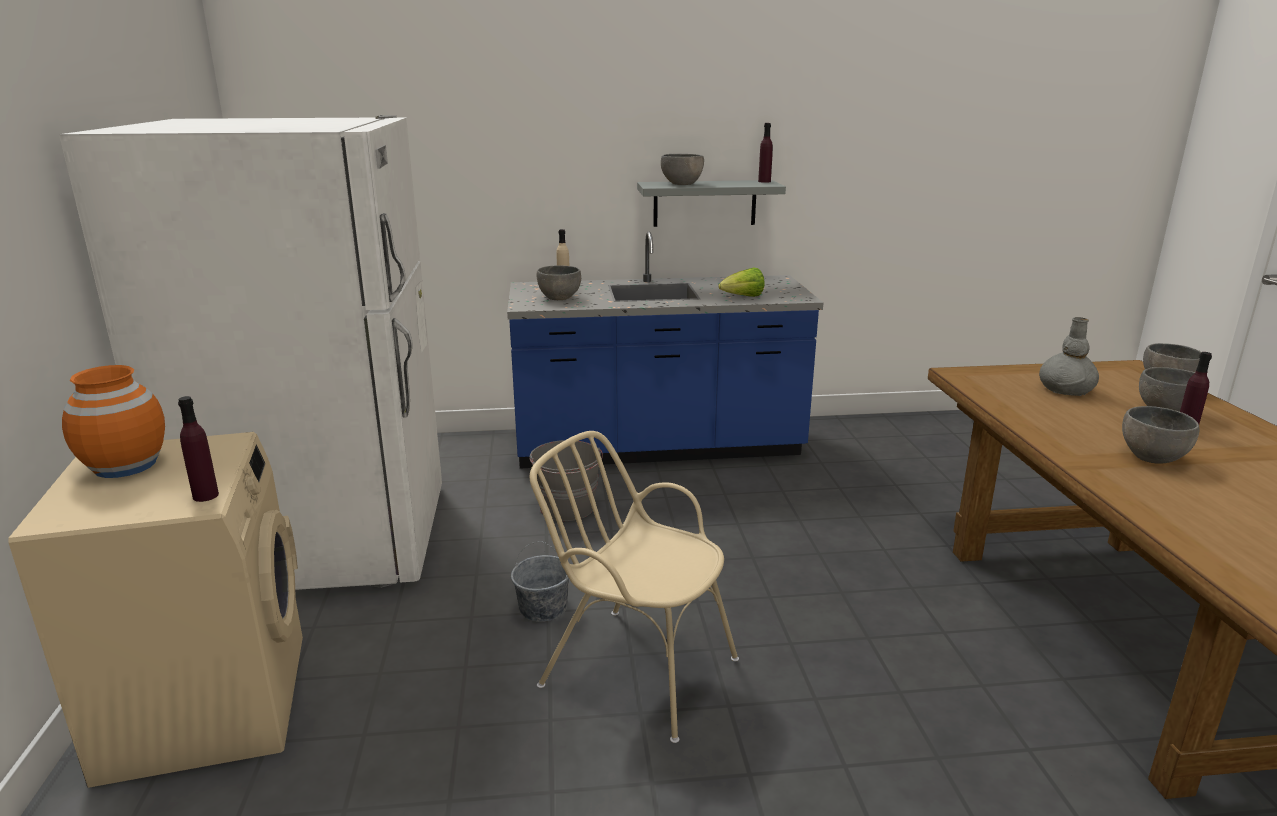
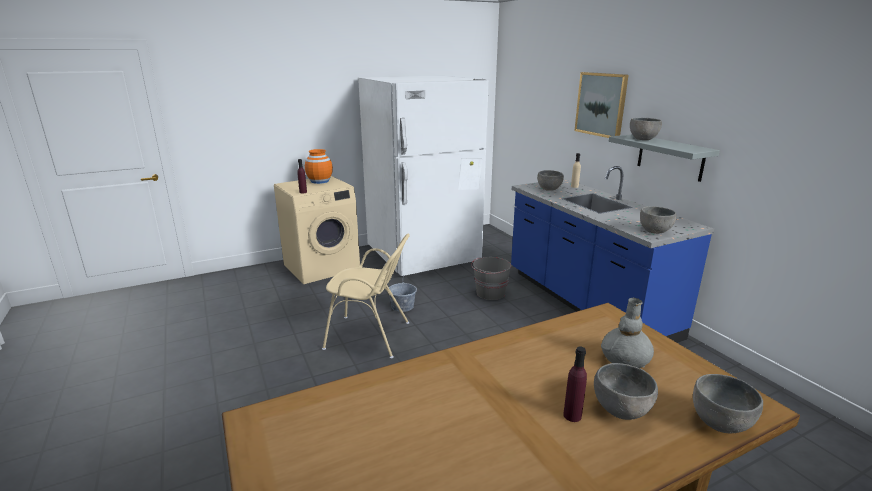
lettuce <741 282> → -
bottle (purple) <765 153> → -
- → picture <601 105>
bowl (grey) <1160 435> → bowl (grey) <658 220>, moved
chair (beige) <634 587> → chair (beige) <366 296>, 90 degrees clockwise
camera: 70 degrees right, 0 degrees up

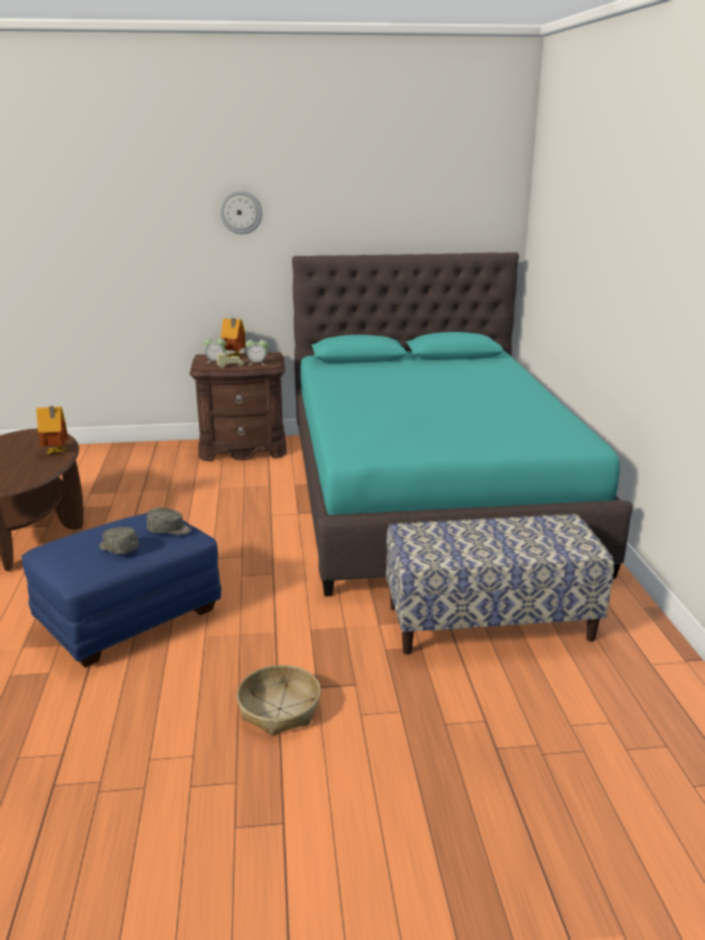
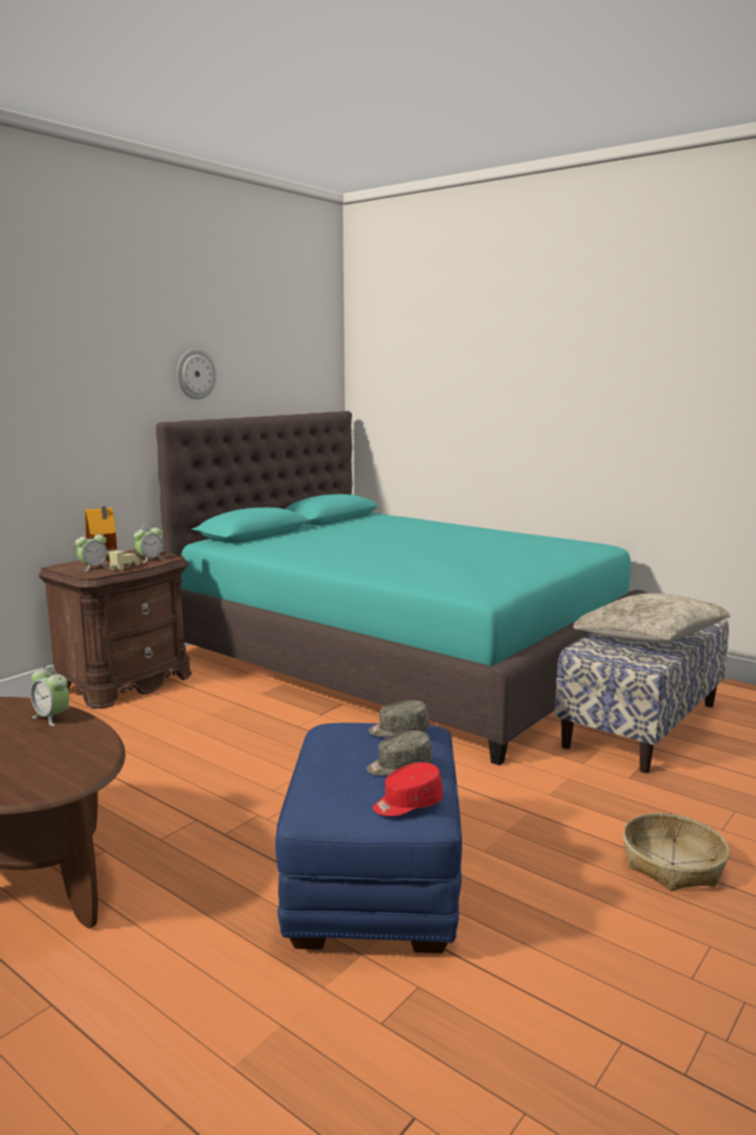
- → cap (red) <408 789>
- → pillow (beige) <652 618>
wall clock <241 212> → wall clock <196 374>, moved
toy house <52 430> → alarm clock <50 695>
cap (grey) <169 521> → cap (grey) <398 718>, 135 degrees counterclockwise
camera: 45 degrees left, 10 degrees down

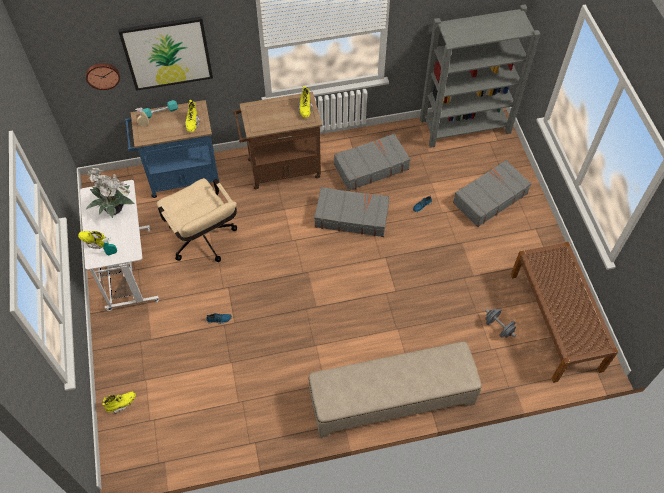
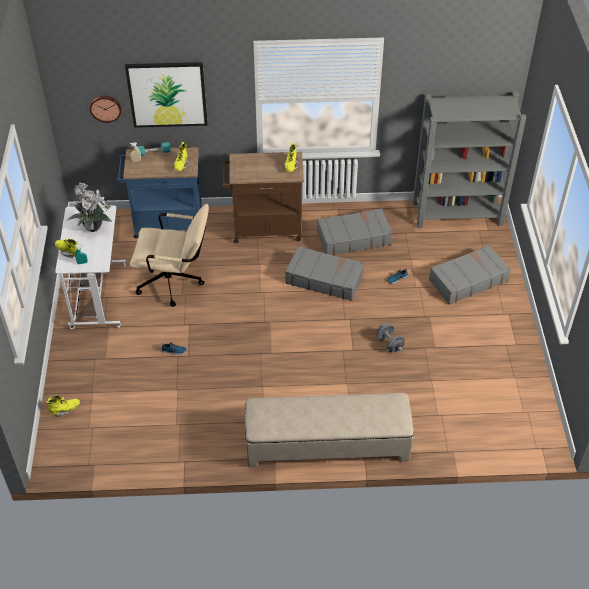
bench (brown) <564 312> → -
dumbbell (grey) <500 323> → dumbbell (grey) <391 338>, moved
office chair (beige) <197 220> → office chair (beige) <169 255>, 60 degrees counterclockwise
camera: 10 degrees right, 10 degrees down

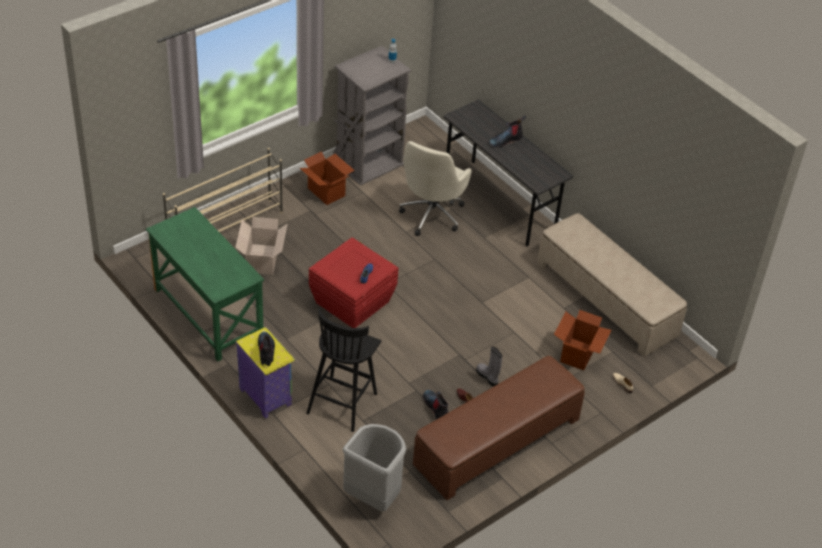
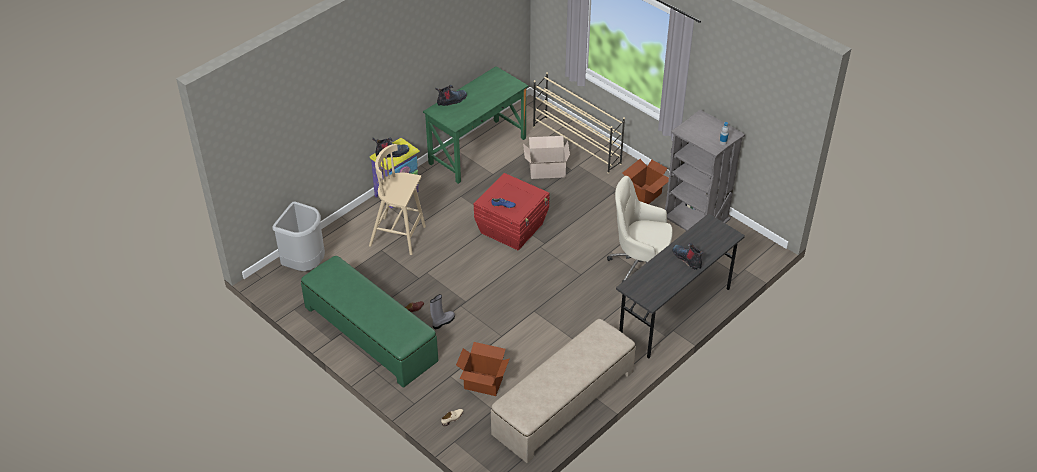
boot <435 405> → boot <451 95>, moved
stool (black) <343 370> → stool (beige) <397 199>
bench (brown) <499 428> → bench (green) <369 322>
camera: 85 degrees right, 0 degrees up

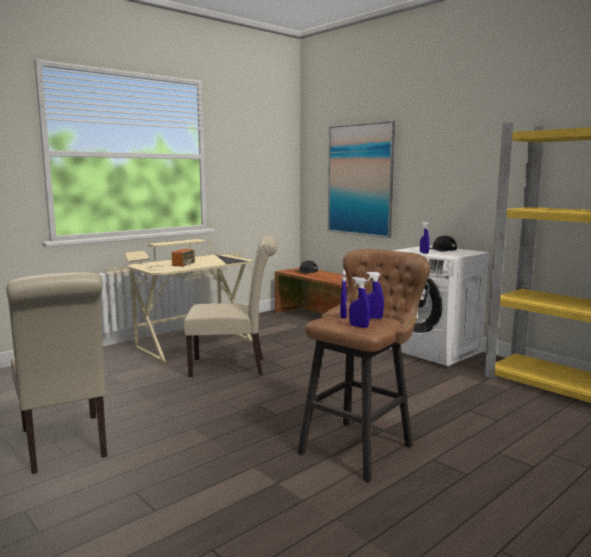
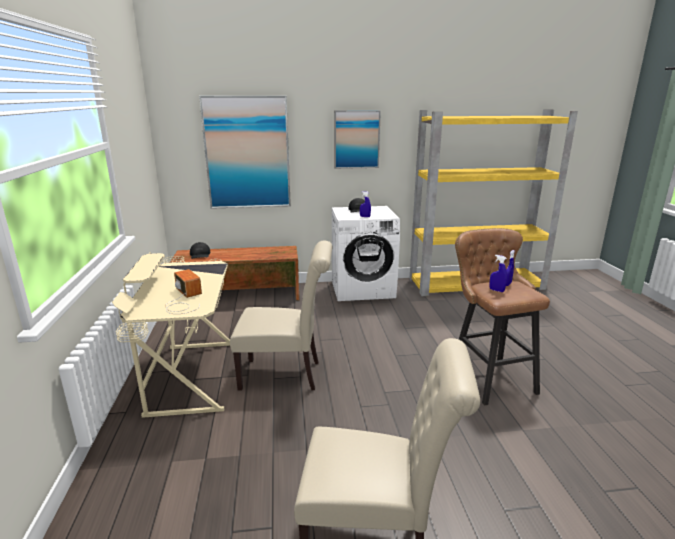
spray bottle (blue) <359 302> → -
- → picture <357 139>
chair (beige) <230 306> → chair (beige) <281 315>, 60 degrees clockwise
camera: 55 degrees left, 10 degrees up

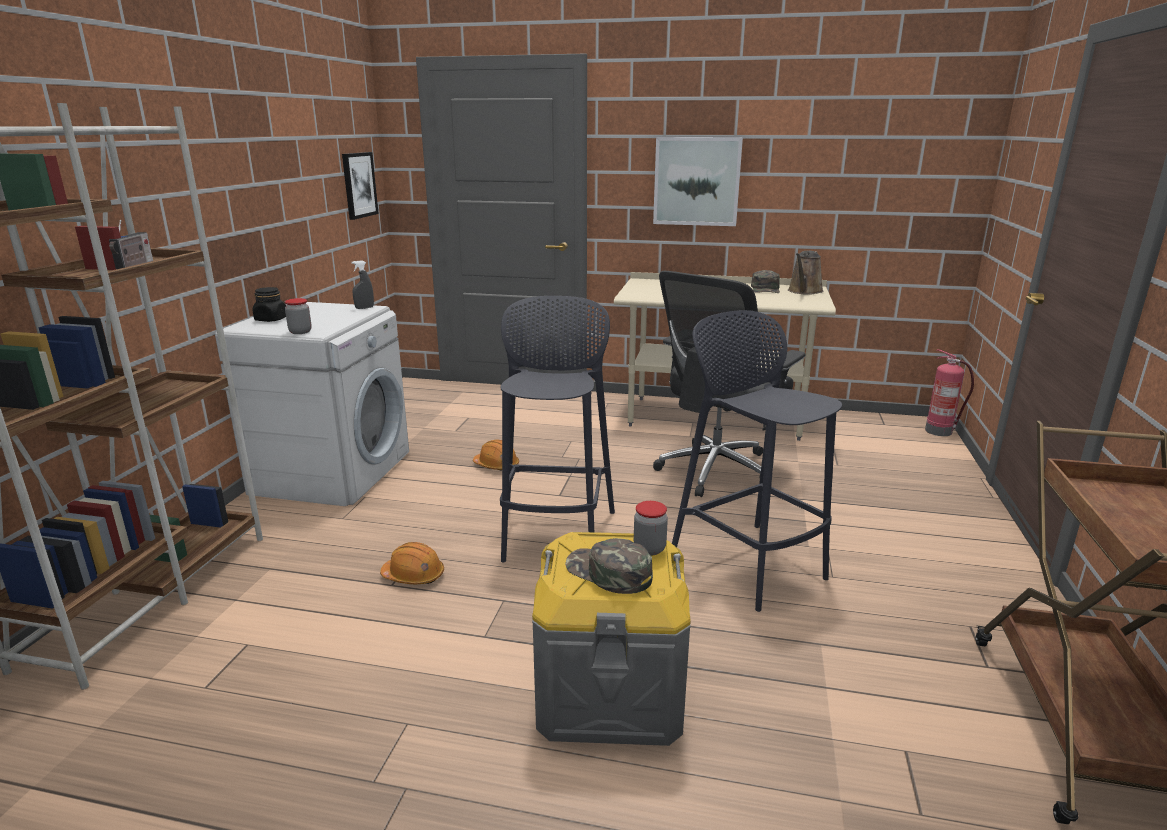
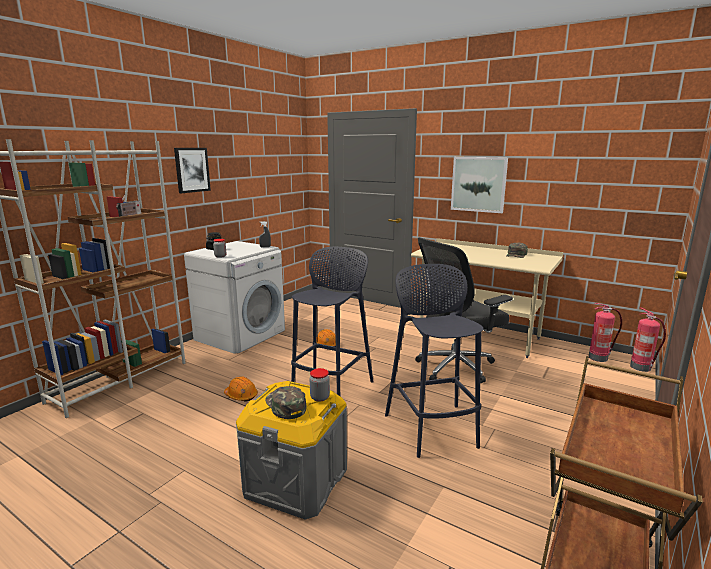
watering can (brown) <806 273> → -
- → fire extinguisher <605 332>
picture <360 186> → picture <192 170>, moved
camera: 20 degrees right, 5 degrees down

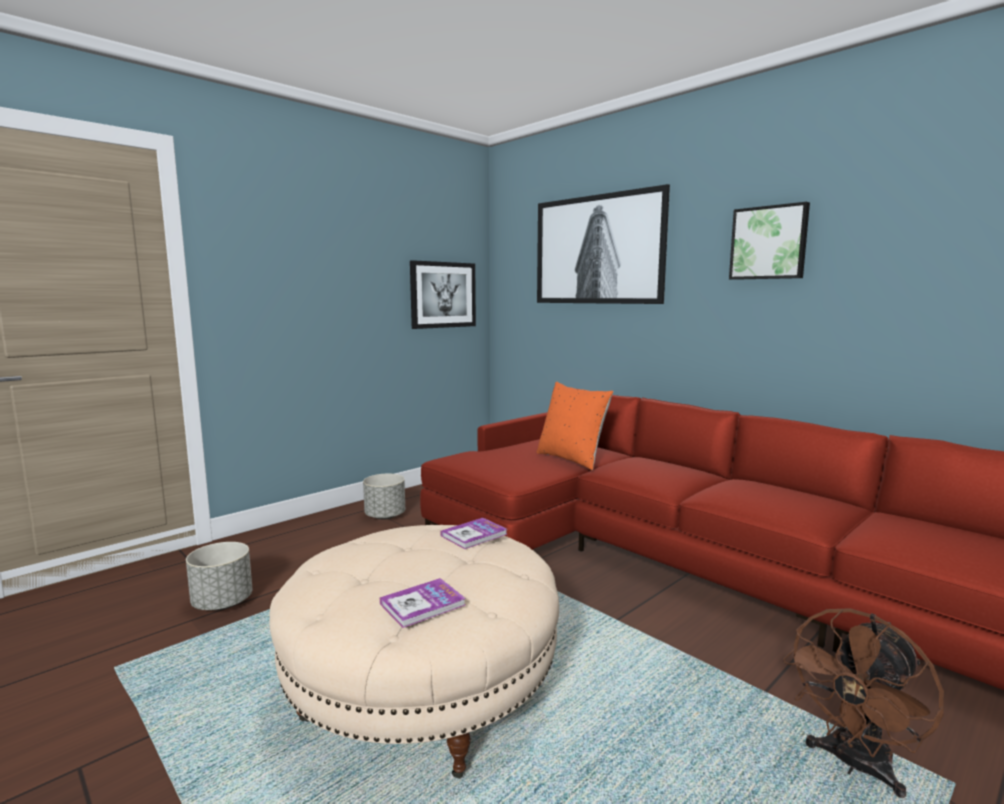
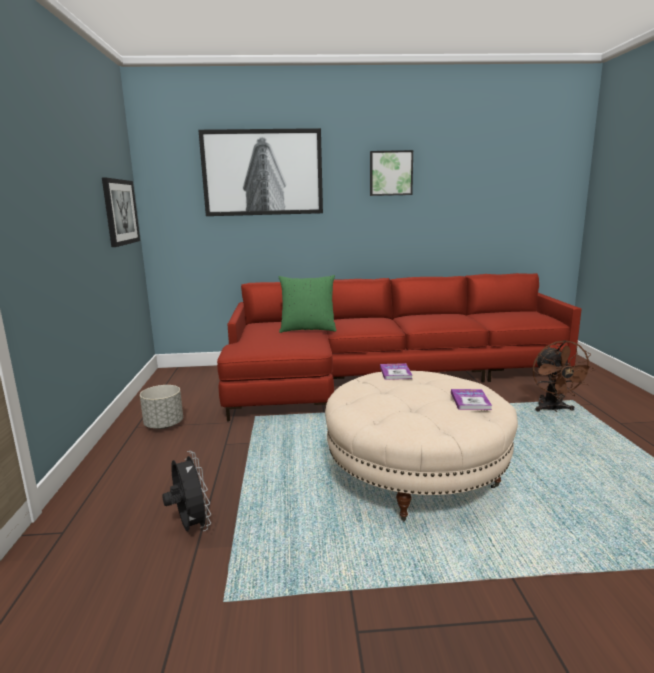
planter (grey) <219 576> → fan (black) <186 491>
pillow (orange) <574 426> → pillow (green) <308 304>
camera: 50 degrees left, 5 degrees up

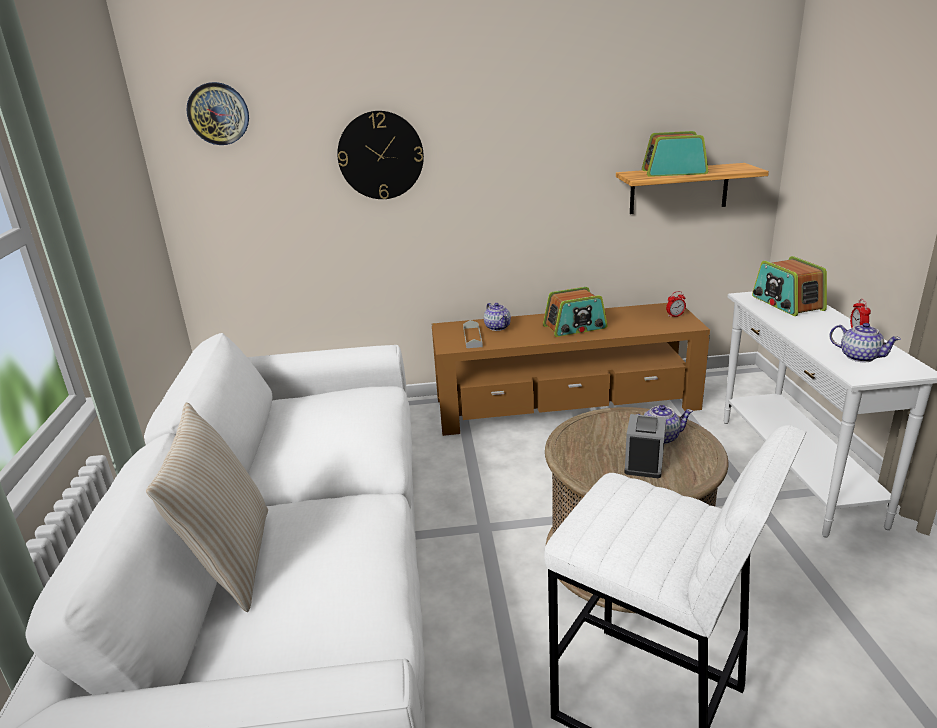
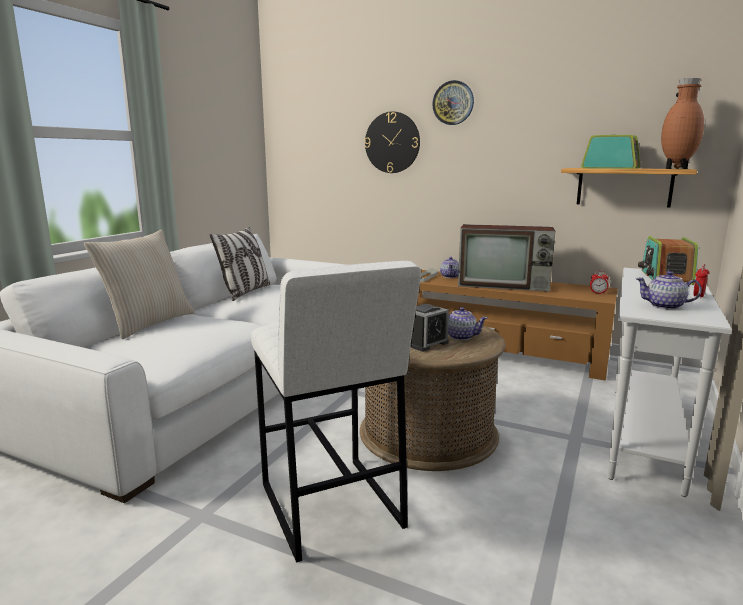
- → pillow <240 264>
- → vase (brown) <682 123>
wall clock <217 113> → wall clock <453 102>, moved
radio <575 312> → television <506 258>
teapot <865 342> → teapot <669 290>, 120 degrees clockwise
camera: 30 degrees right, 10 degrees down

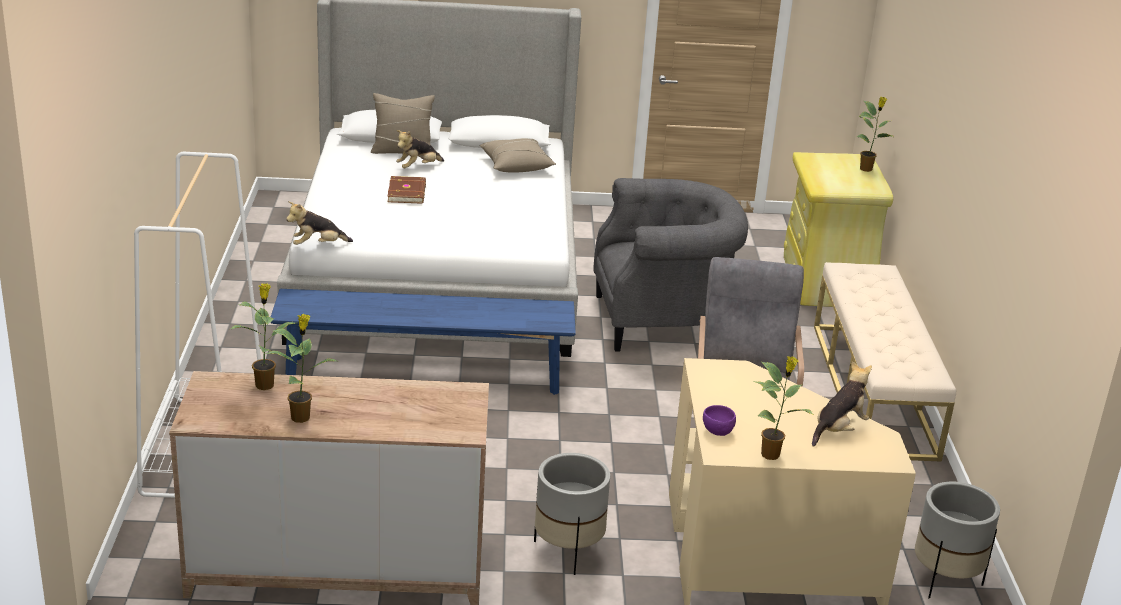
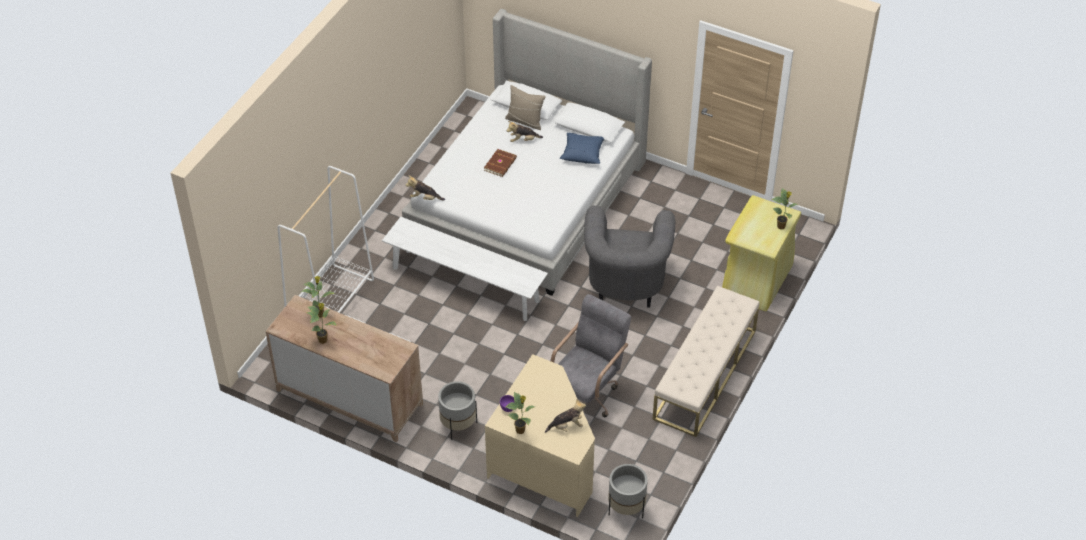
bench (blue) <423 342> → bench (white) <465 269>
pillow (beige) <517 155> → pillow (blue) <582 148>
armchair (grey) <670 265> → armchair (grey) <629 256>, 75 degrees clockwise
camera: 30 degrees right, 20 degrees up

